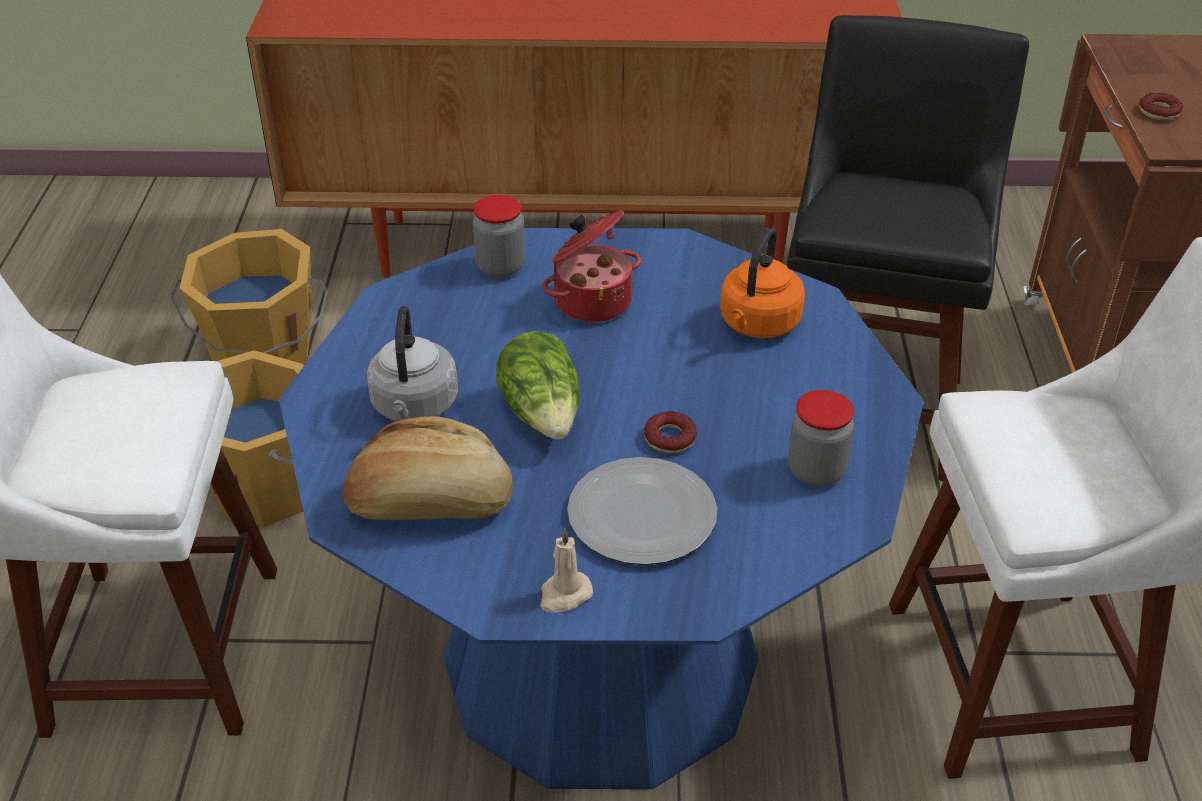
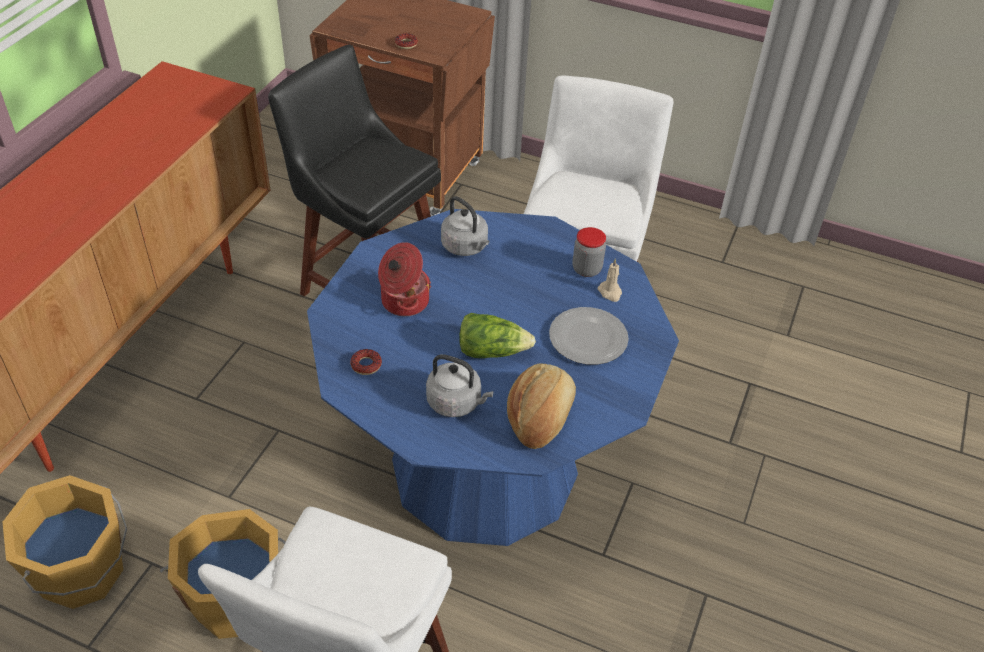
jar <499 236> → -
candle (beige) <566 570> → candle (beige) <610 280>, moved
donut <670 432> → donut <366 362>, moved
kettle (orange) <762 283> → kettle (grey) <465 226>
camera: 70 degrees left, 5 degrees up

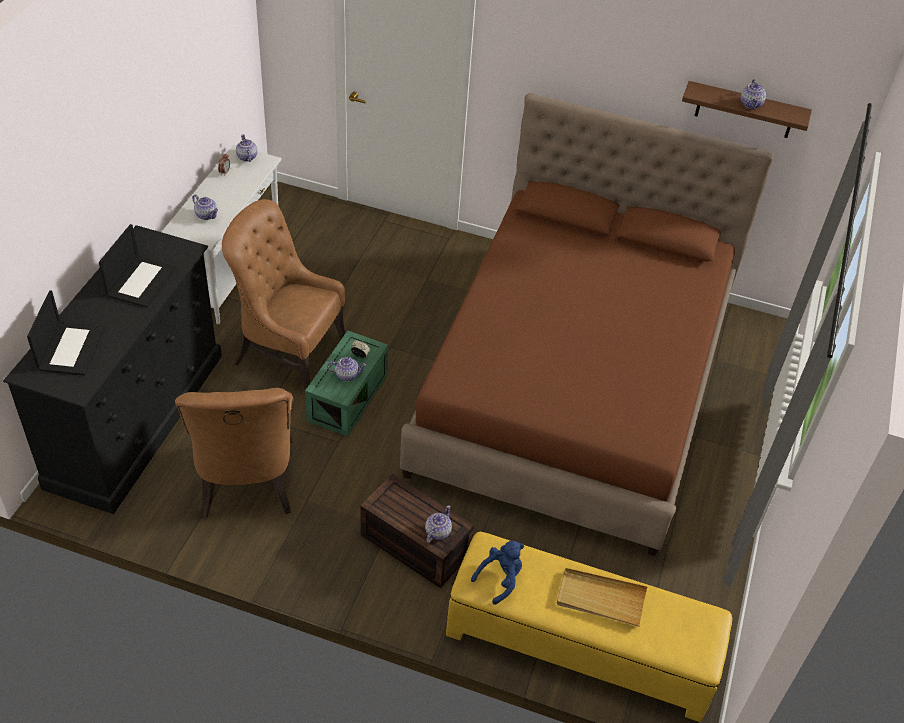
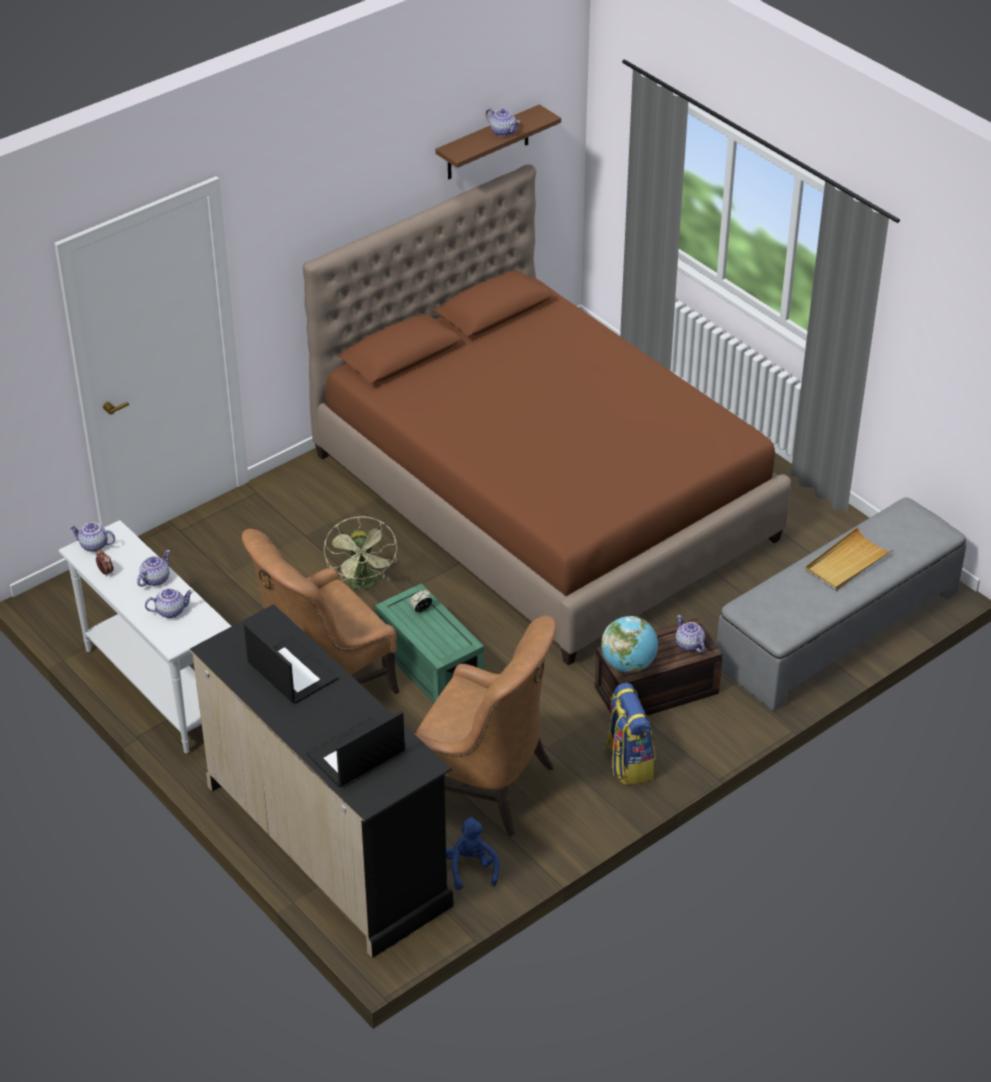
- → fan (green) <360 552>
- → globe <629 644>
- → backpack <629 734>
teapot <347 369> → teapot <153 568>, moved
plush toy (blue) <497 573> → plush toy (blue) <473 853>, moved
bench (yellow) <589 627> → bench (grey) <841 604>
laptop <66 333> → laptop <356 749>, 75 degrees counterclockwise
camera: 55 degrees left, 5 degrees down

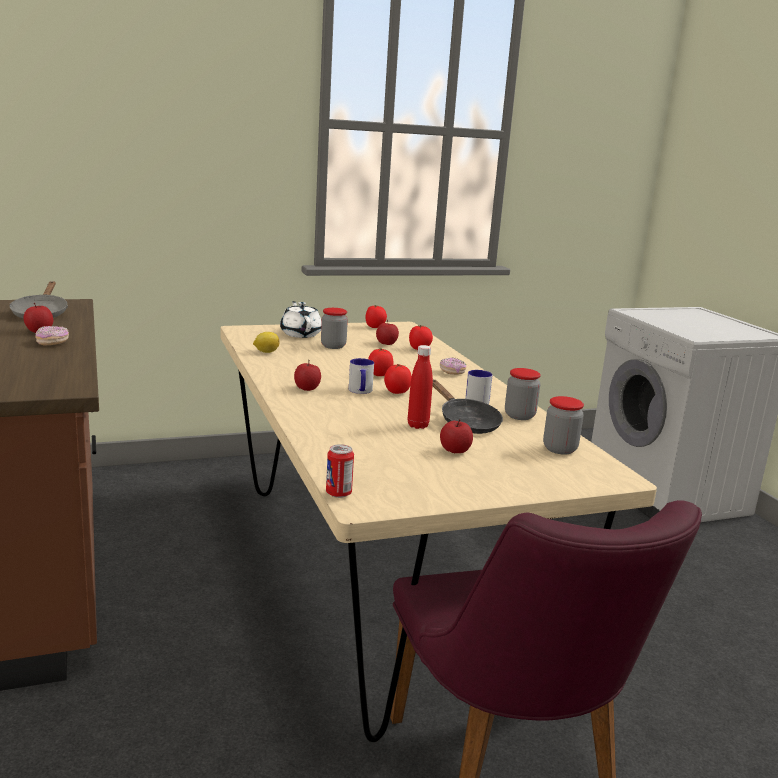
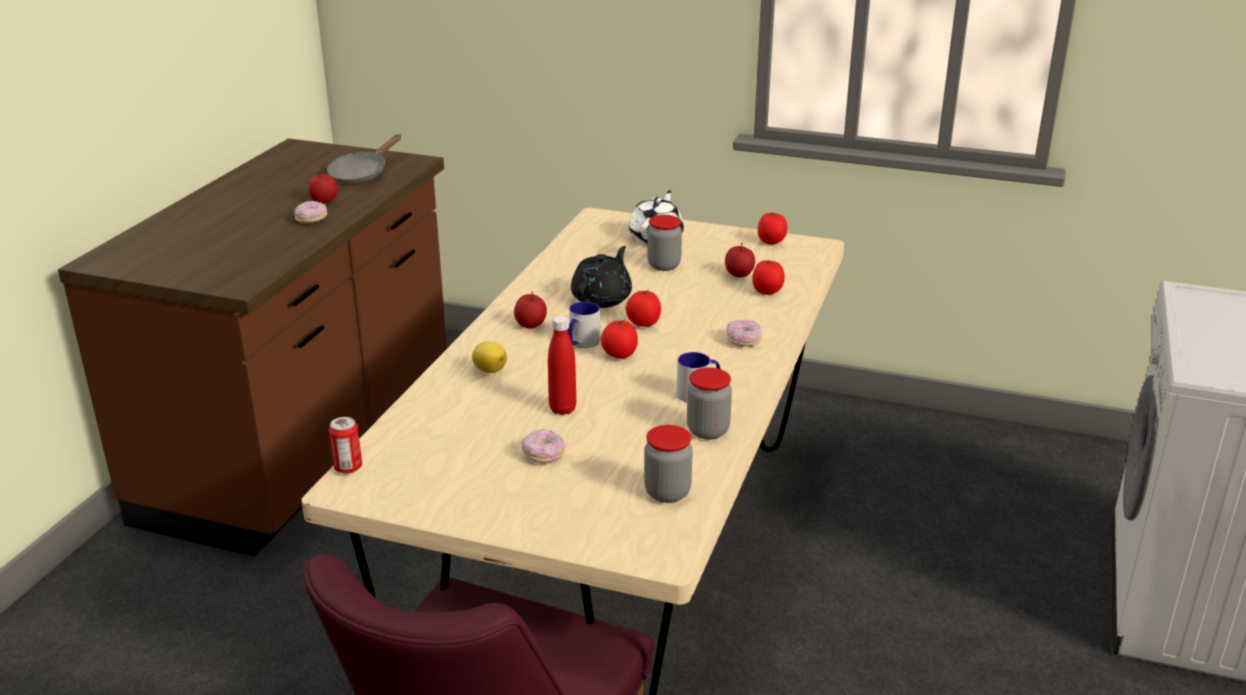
frying pan (black) <468 407> → -
- → teapot (black) <601 277>
lemon <266 342> → lemon <489 357>, moved
apple <456 436> → donut <543 446>
camera: 40 degrees right, 10 degrees up

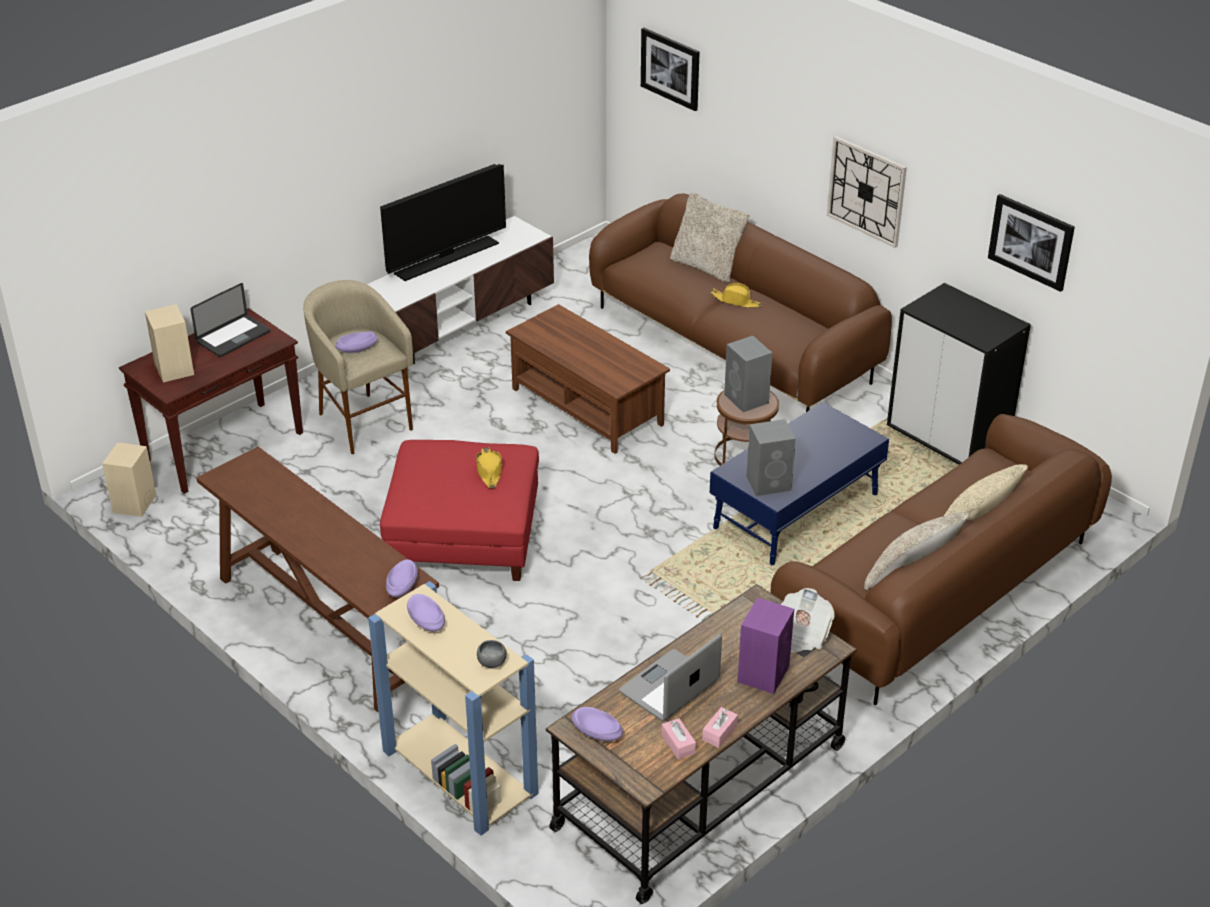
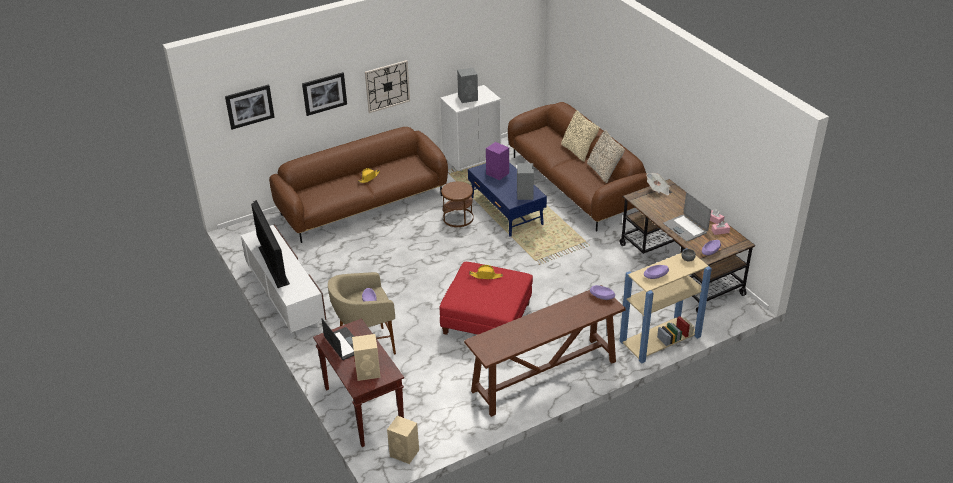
coffee table (brown) <588 379> → -
pillow (beige) <710 237> → -
speaker (grey) <748 374> → speaker (grey) <467 85>, moved
speaker (purple) <765 646> → speaker (purple) <497 161>, moved
picture <1031 243> → picture <324 94>, moved
cabinet (black) <959 374> → cabinet (white) <470 128>
camera: 75 degrees left, 0 degrees up

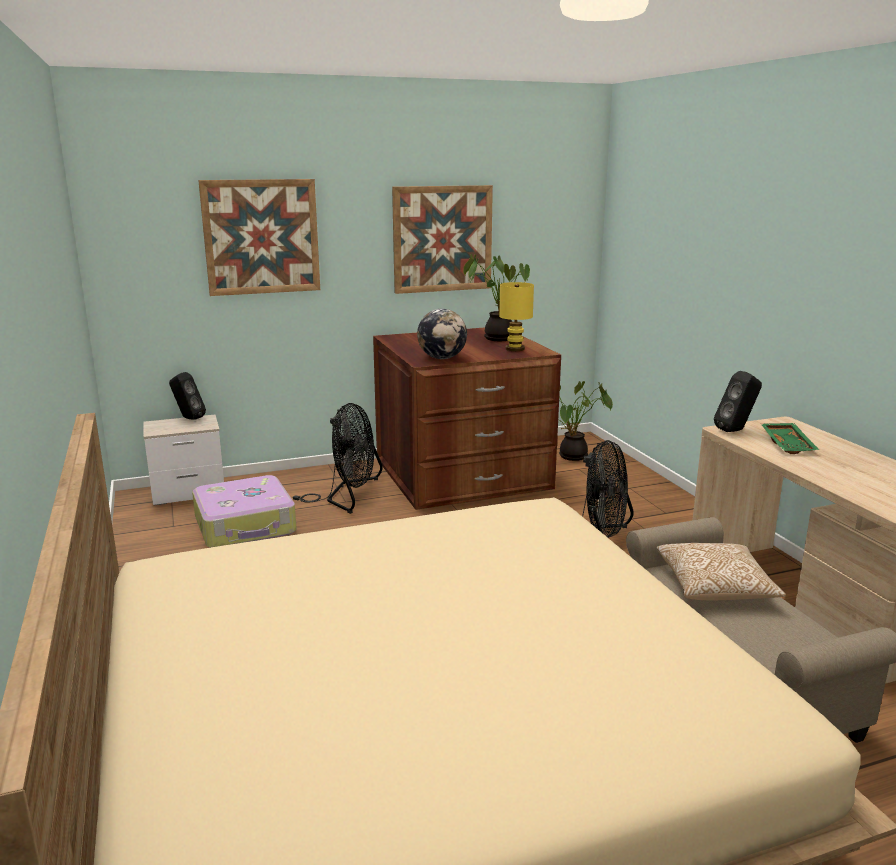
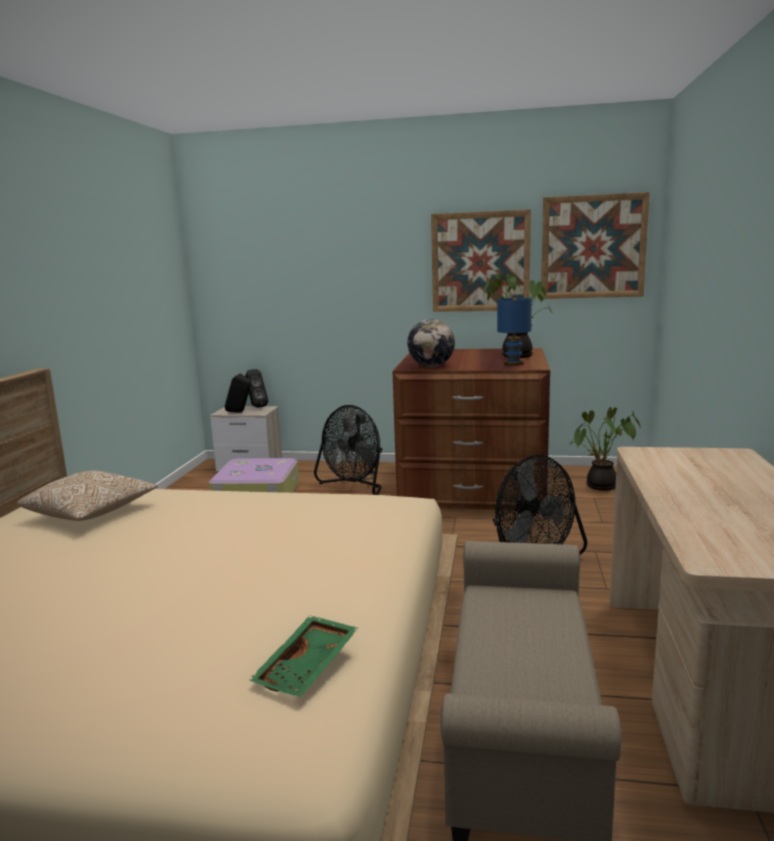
picture <259 237> → picture <595 245>, moved
pillow <721 571> → pillow <87 496>, moved
speaker (black) <738 401> → speaker (black) <238 393>, moved
tray (green) <790 438> → tray (green) <303 656>, moved
table lamp (yellow) <516 316> → table lamp (blue) <514 332>
fan (black) <337 458> → fan (black) <348 450>, 90 degrees clockwise
camera: 30 degrees right, 5 degrees down

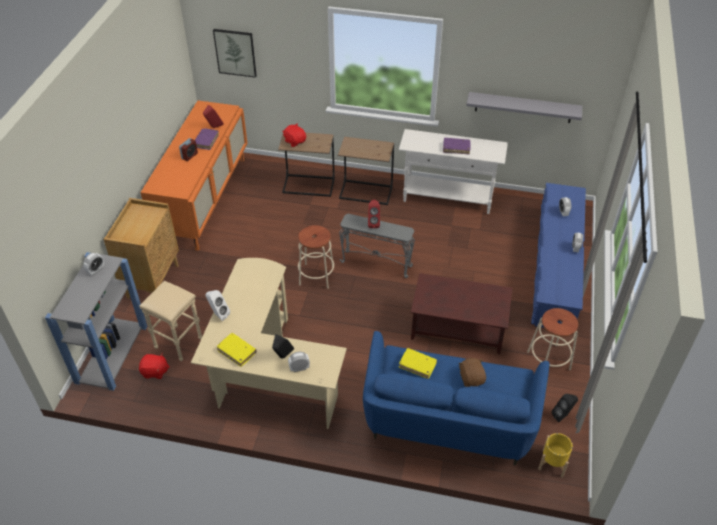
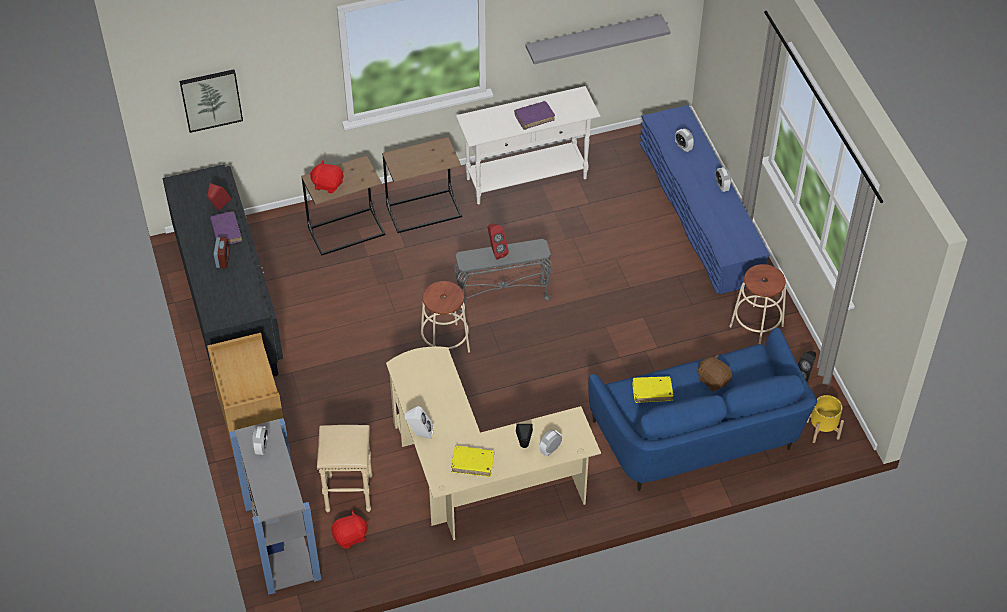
coffee table (brown) <461 313> → -
cabinet (orange) <194 176> → cabinet (black) <223 270>
camera: 30 degrees left, 5 degrees up

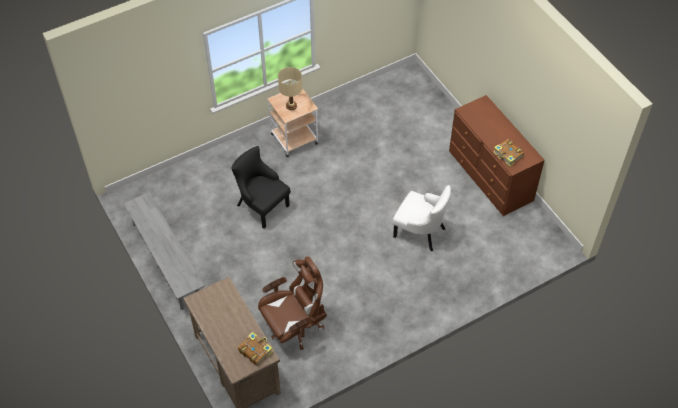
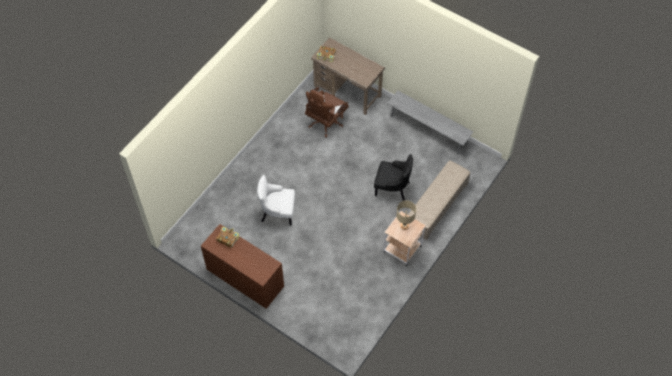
- → bench (beige) <439 200>
camera: 155 degrees right, 5 degrees up

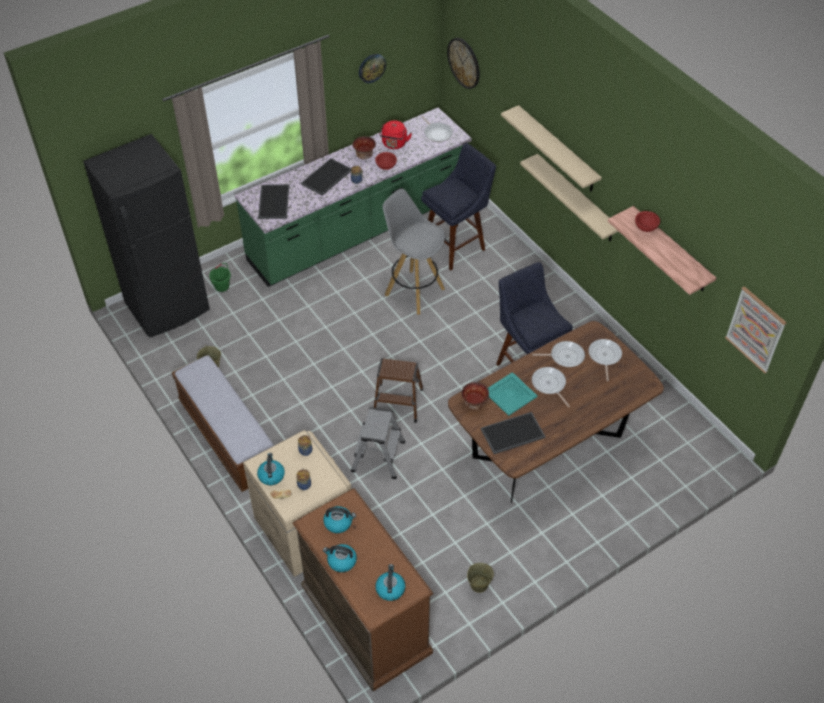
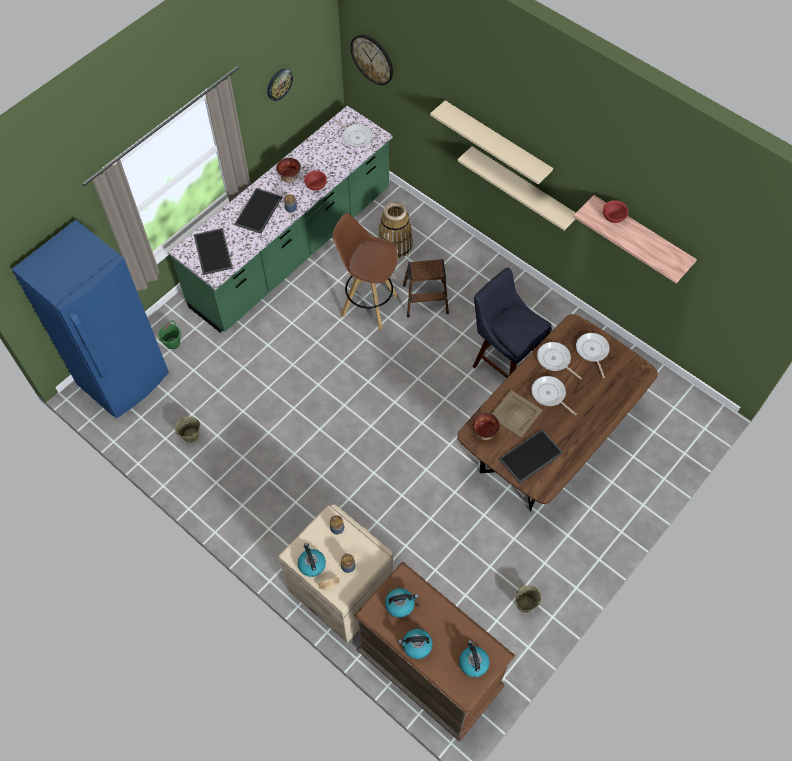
bench <223 423> → -
step ladder (grey) <378 443> → -
kettle (red) <395 134> → -
picture <756 330> → -
step ladder (brown) <398 390> → step ladder (brown) <426 288>, moved
stool (blue) <458 206> → basket <396 230>
fridge (black) <146 235> → fridge (blue) <90 319>
stool (grey) <414 252> → stool (brown) <365 271>
tray (turquoise) <513 394> → tray (beige) <517 414>
frying pan <558 354> → frying pan <559 361>, 120 degrees counterclockwise
camera: 15 degrees left, 10 degrees up

